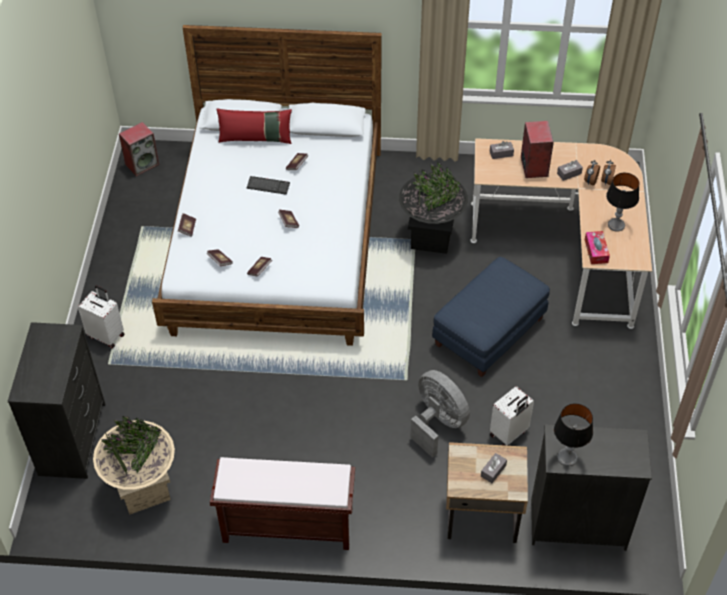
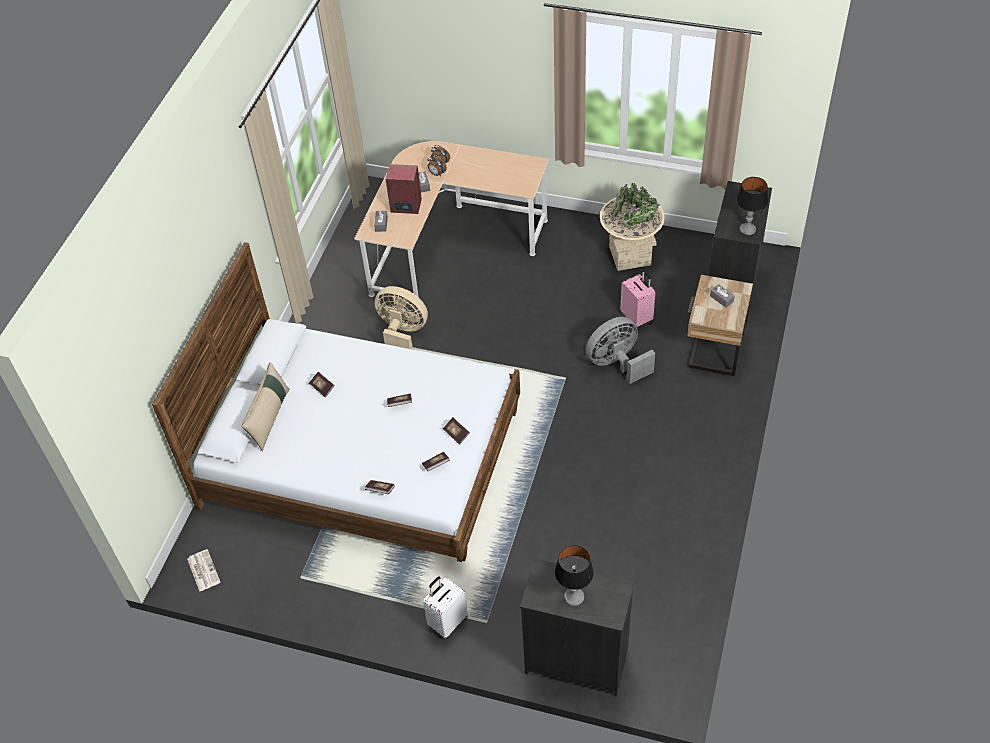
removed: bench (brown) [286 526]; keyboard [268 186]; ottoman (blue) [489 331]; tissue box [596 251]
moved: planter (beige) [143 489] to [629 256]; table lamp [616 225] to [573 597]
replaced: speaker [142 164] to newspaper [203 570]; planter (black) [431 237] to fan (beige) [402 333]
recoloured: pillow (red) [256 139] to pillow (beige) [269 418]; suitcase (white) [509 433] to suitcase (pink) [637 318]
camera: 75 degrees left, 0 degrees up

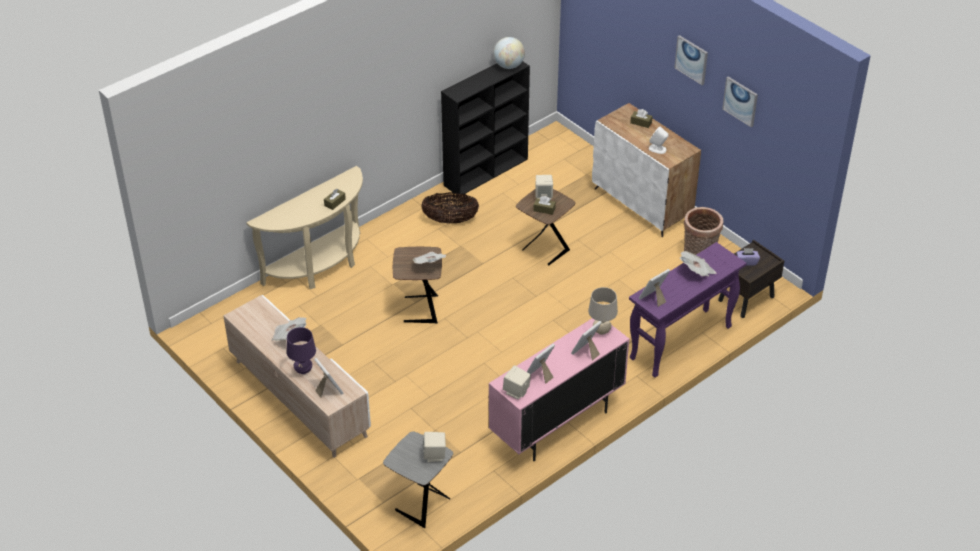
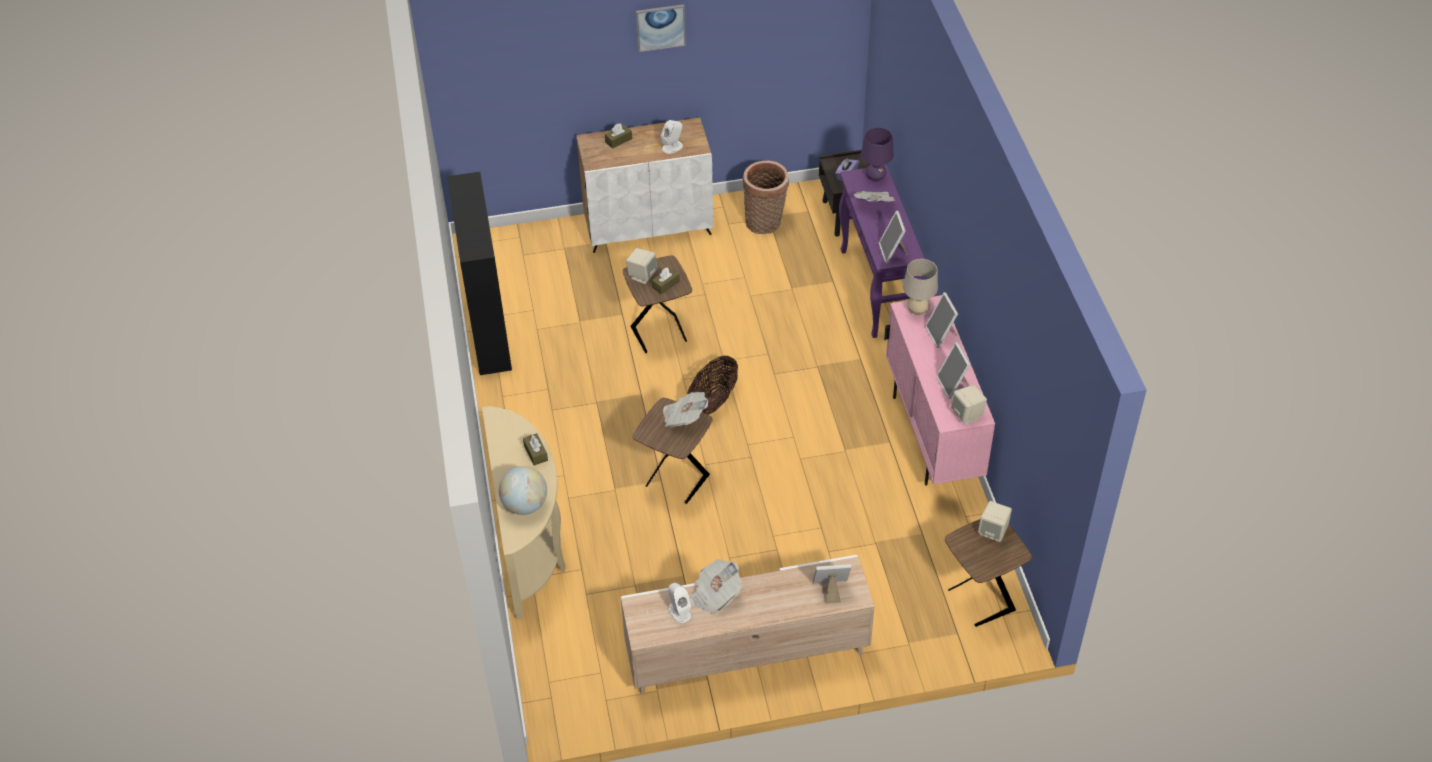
removed: picture [740 101]
added: speaker (white) [679 611]
moved: table lamp (purple) [303 370] to [875 178]; basket [450 220] to [713 402]; globe [508 66] to [525 505]
recoloured: side table (grey) [420 505] to side table (brown) [979 600]
camera: 60 degrees left, 5 degrees up

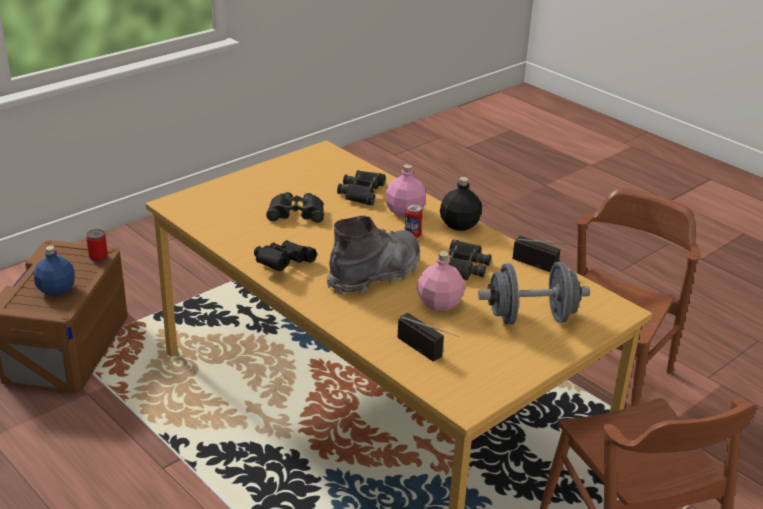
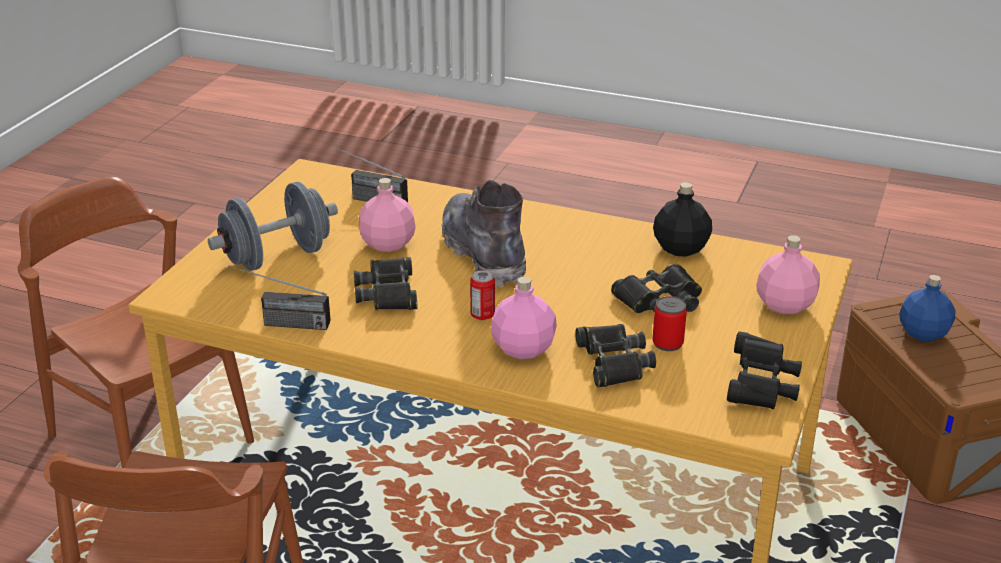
added: bottle (pink) [784 304]
moved: can [98 257] to [667 343]; binoculars (black) [282 265] to [761 387]; bottle (black) [460 225] to [680 248]
turned: boot (grey) [375 274] = [484 254] 135 degrees clockwise
camera: 155 degrees right, 0 degrees up

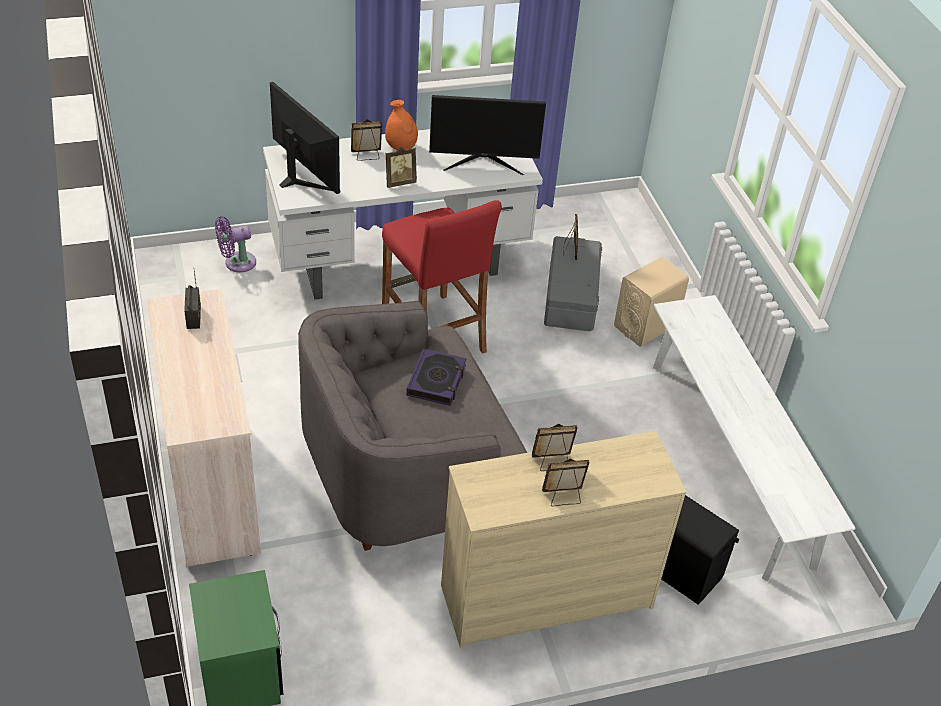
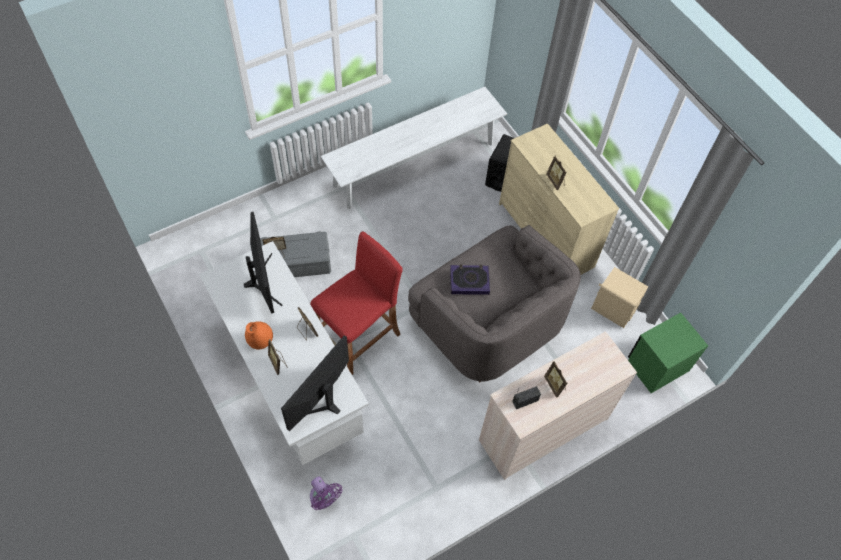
moved: picture frame [563 497] to [555 385]; speaker (beige) [645 326] to [613 309]
camera: 105 degrees left, 15 degrees up

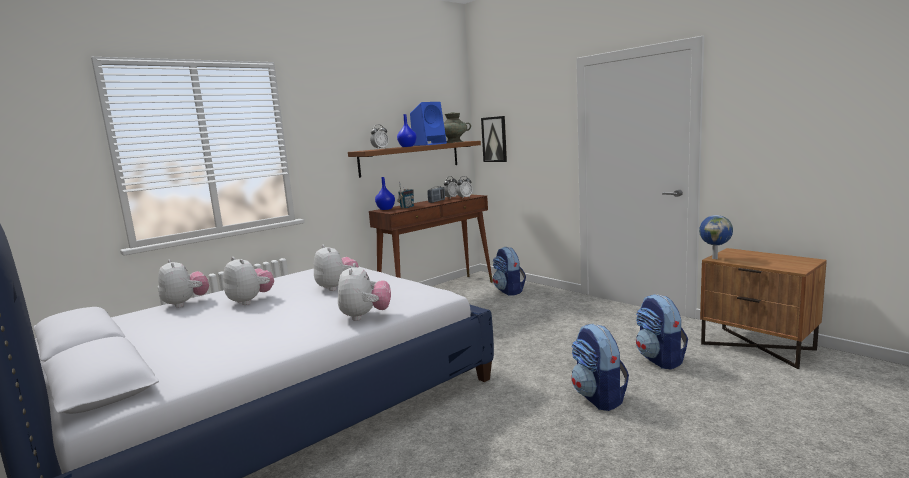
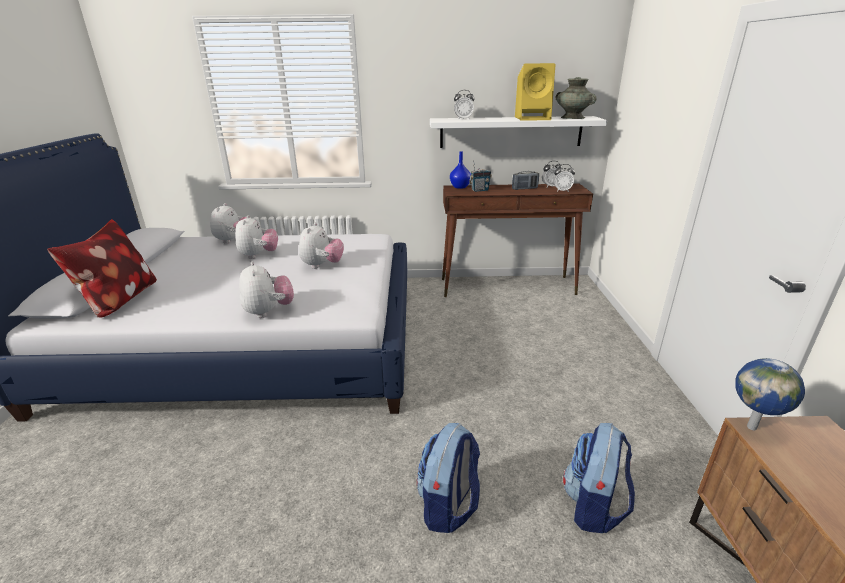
removed: vase (blue) [407 146]; picture [494 139]; backpack [509 291]
added: pillow [119 301]
recoloured: shelf (brown) [410 158] to shelf (white) [511 132]; speaker (blue) [430 144] to speaker (yellow) [533 118]
turned: plush toy [365 316] = [269 312] 60 degrees counterclockwise
camera: 40 degrees right, 15 degrees up

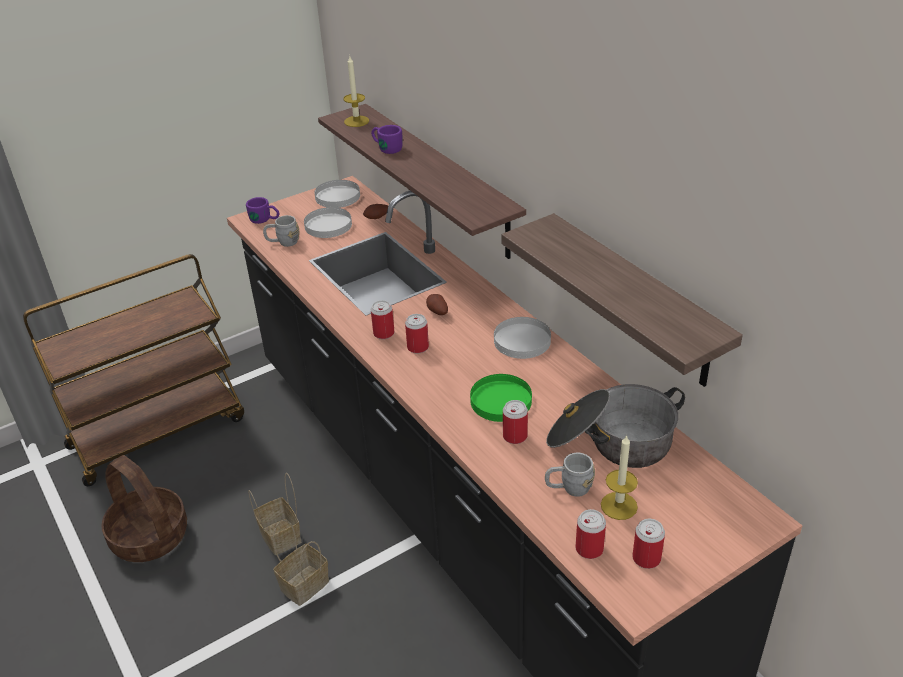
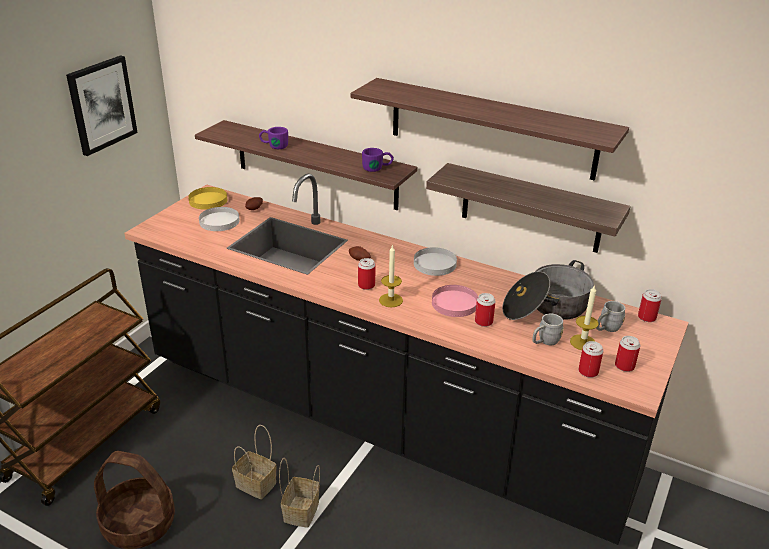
added: picture [101 104]; shelf [491 128]
moved: mug (purple) [265 220] to [377 168]; mug (grey) [283 242] to [606 328]; candle [356 121] to [391 300]; can [384 333] to [646 317]
recoloured: plate (white) [337 196] to plate (yellow) [208 200]; plate (green) [500 400] to plate (pink) [454 303]
camera: 30 degrees left, 5 degrees down

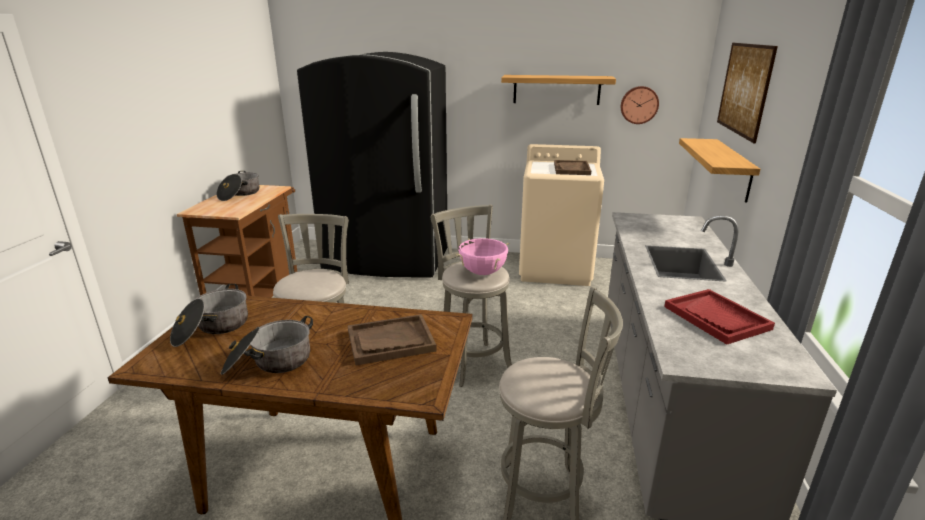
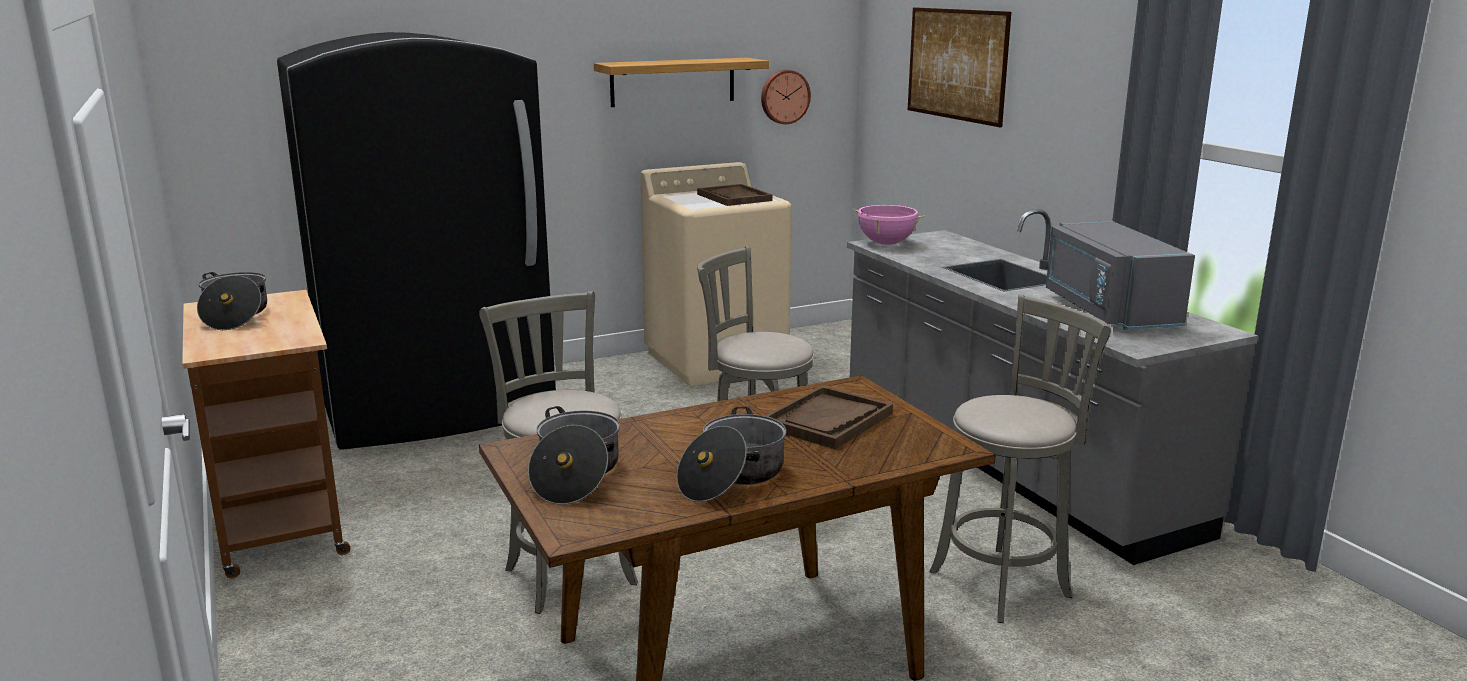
removed: shelf [732 169]
moved: cooking pot (pink) [482 272] to [886 244]
replaced: tray (red) [716 318] to microwave (grey) [1107 311]
camera: 35 degrees left, 5 degrees down

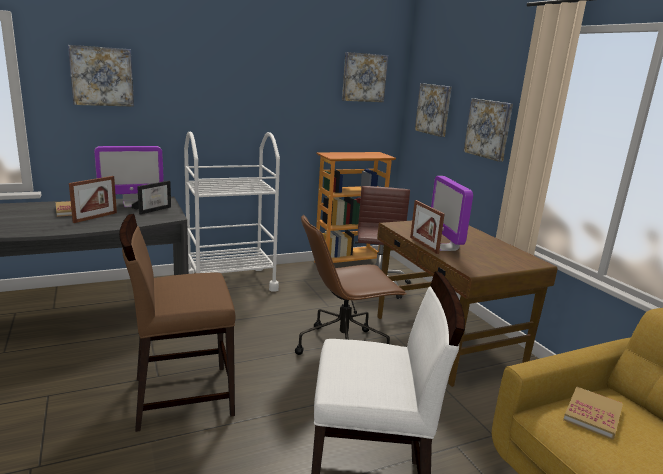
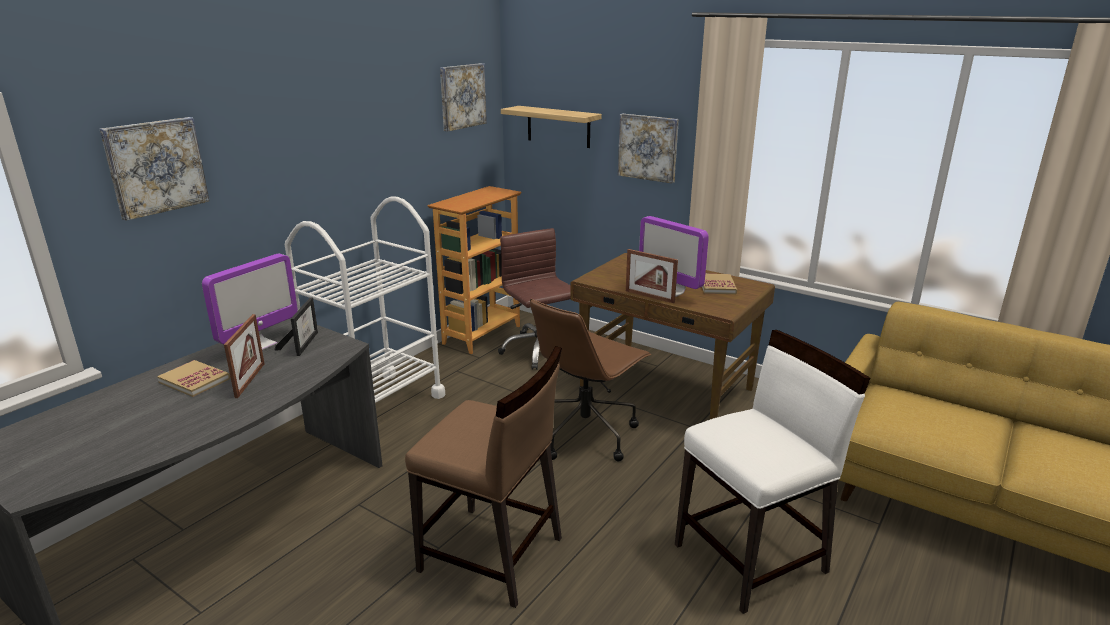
moved: book [592 414] to [717 286]
replaced: picture [433 109] to shelf [558 126]
turned: chair (brown) [182 396] = [492 555] 105 degrees counterclockwise
camera: 30 degrees left, 5 degrees up

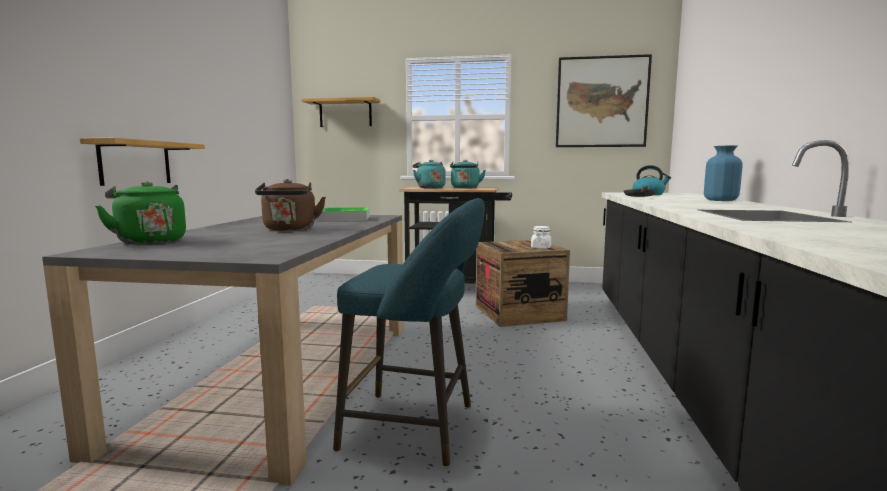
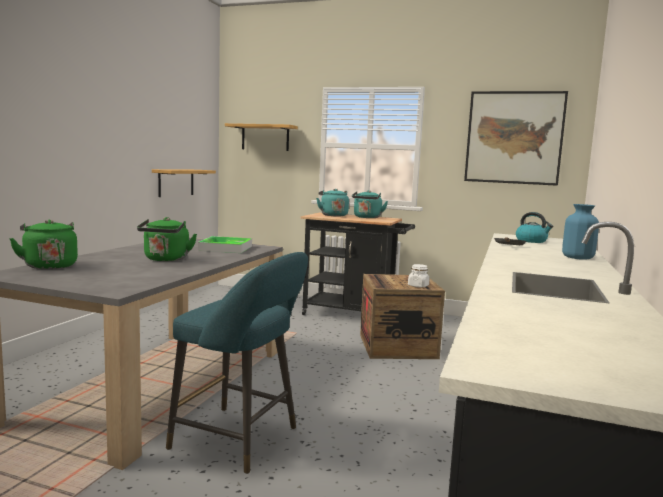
moved: shelf [135 163] to [176 182]
recoloured: kettle (brown) [289 229] to kettle (green) [166 259]
camera: 10 degrees right, 0 degrees up

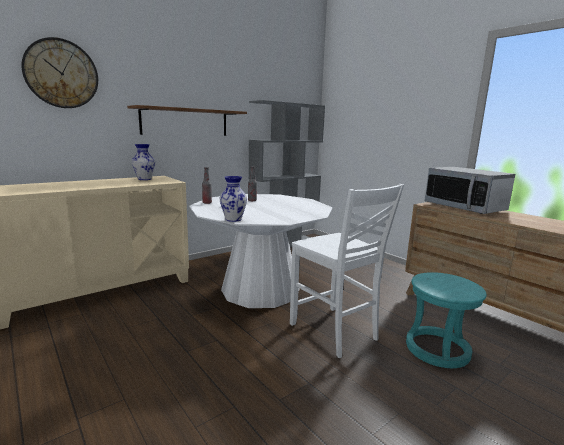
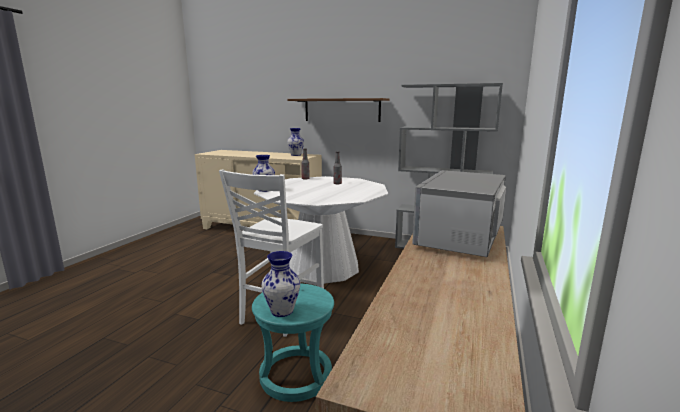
removed: wall clock [61 74]
added: vase [281 311]
camera: 60 degrees right, 0 degrees up

